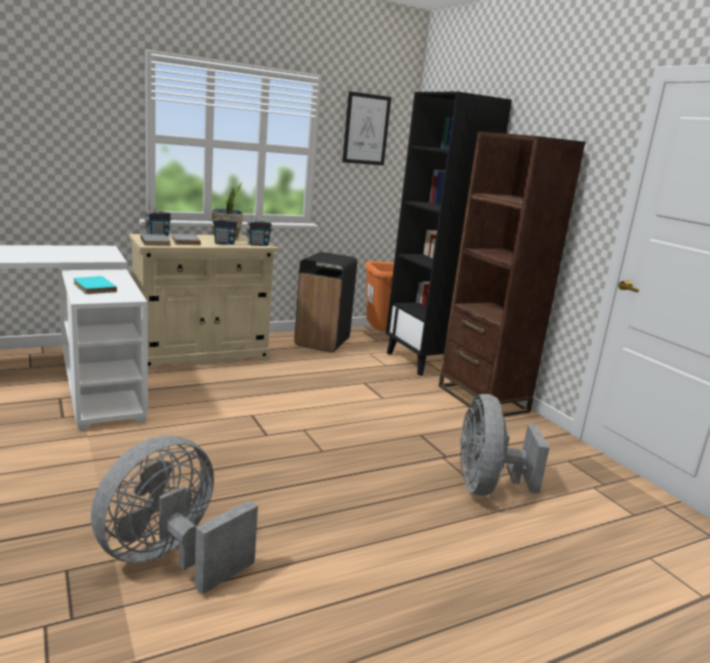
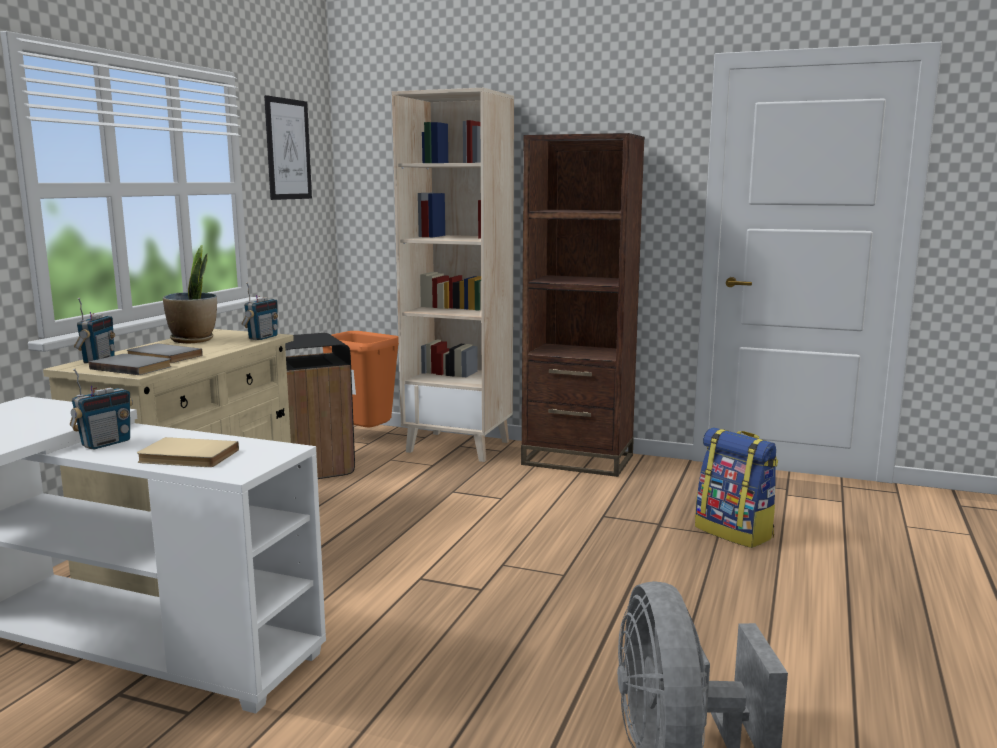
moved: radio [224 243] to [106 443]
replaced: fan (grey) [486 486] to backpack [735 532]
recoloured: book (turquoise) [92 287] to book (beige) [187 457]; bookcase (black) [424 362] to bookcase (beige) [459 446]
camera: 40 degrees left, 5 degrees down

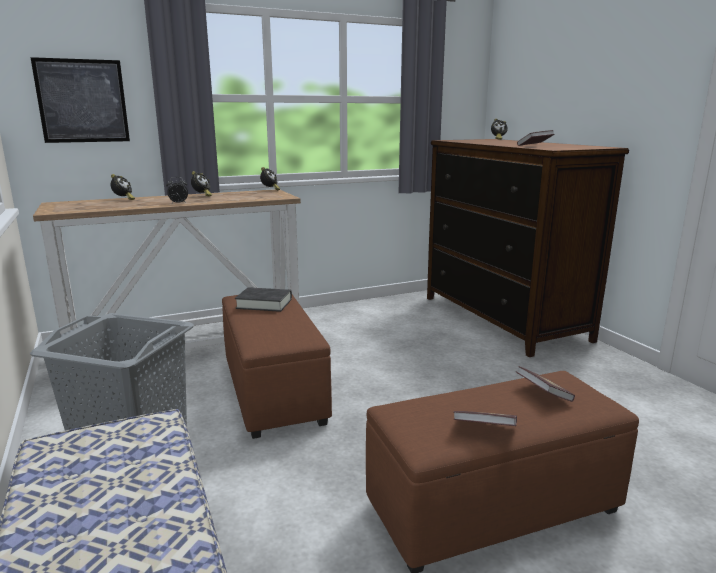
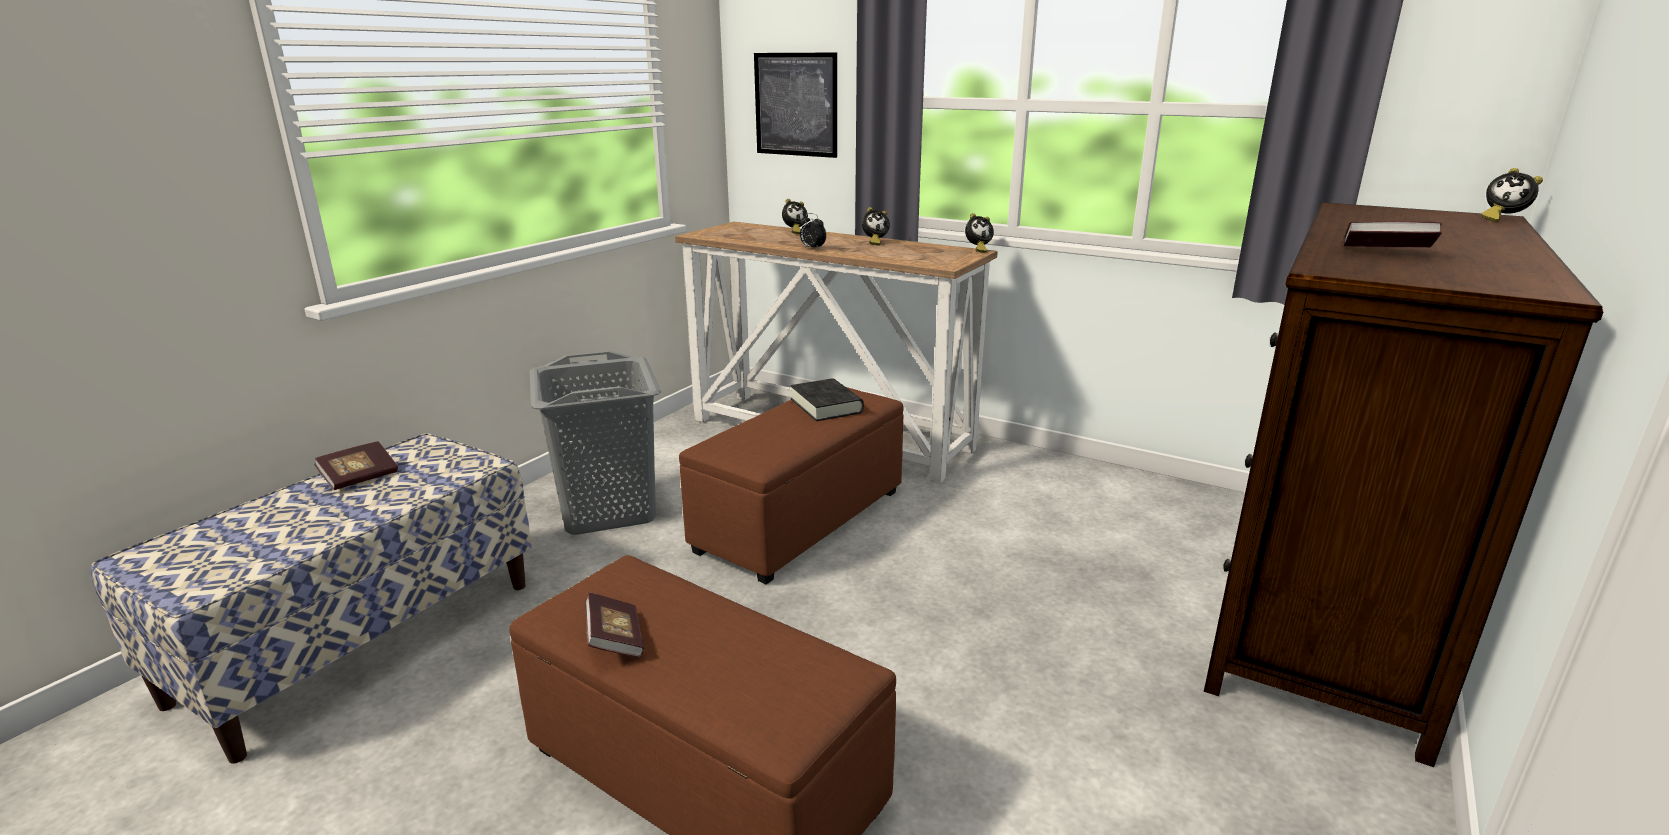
moved: book [543 394] to [359 478]
camera: 55 degrees right, 5 degrees up

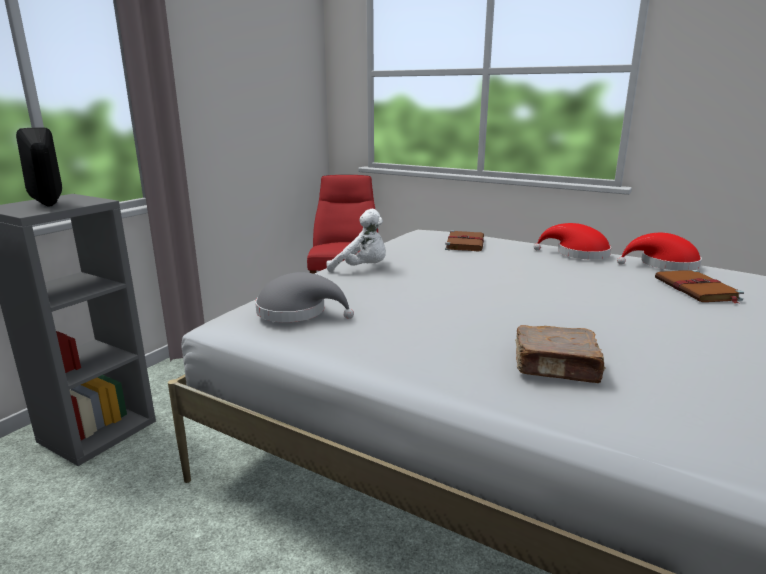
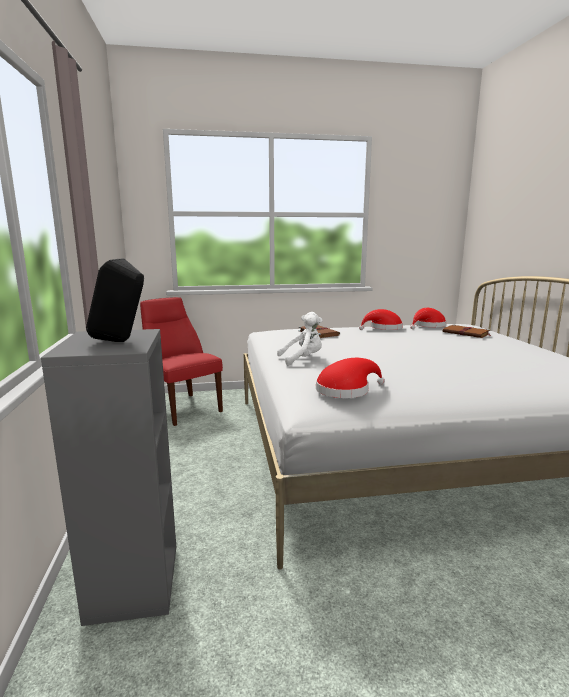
removed: book (brown) [557 368]
recoloured: hat (grey) [297 312] to hat (red) [346 390]
camera: 40 degrees left, 5 degrees down

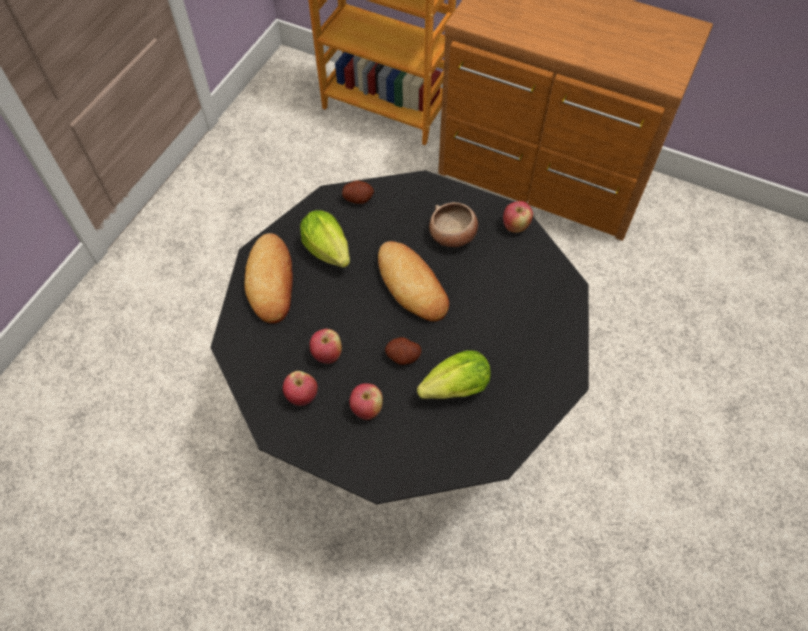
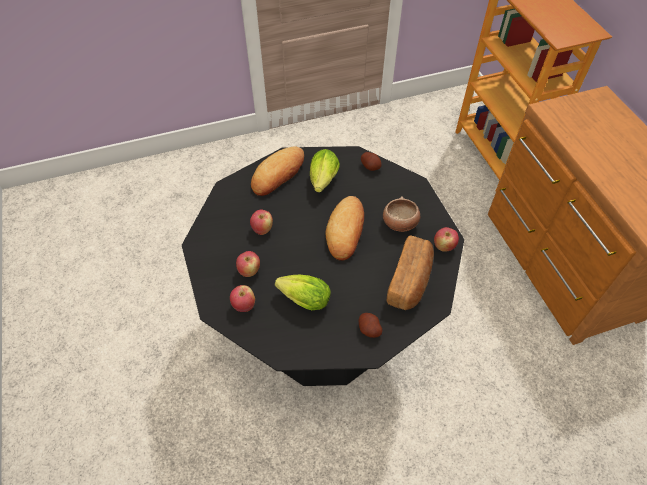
added: bread [410 281]
moved: apple [302 396] to [244 305]; potato [403 356] to [369 329]
camera: 45 degrees right, 5 degrees down

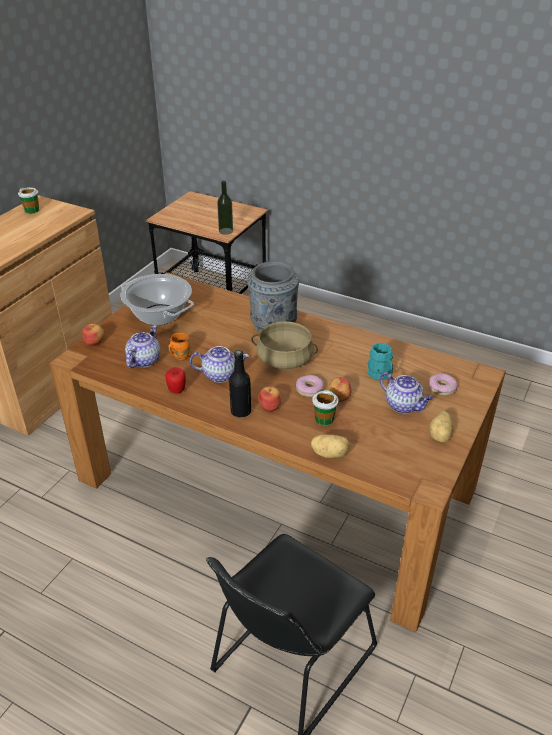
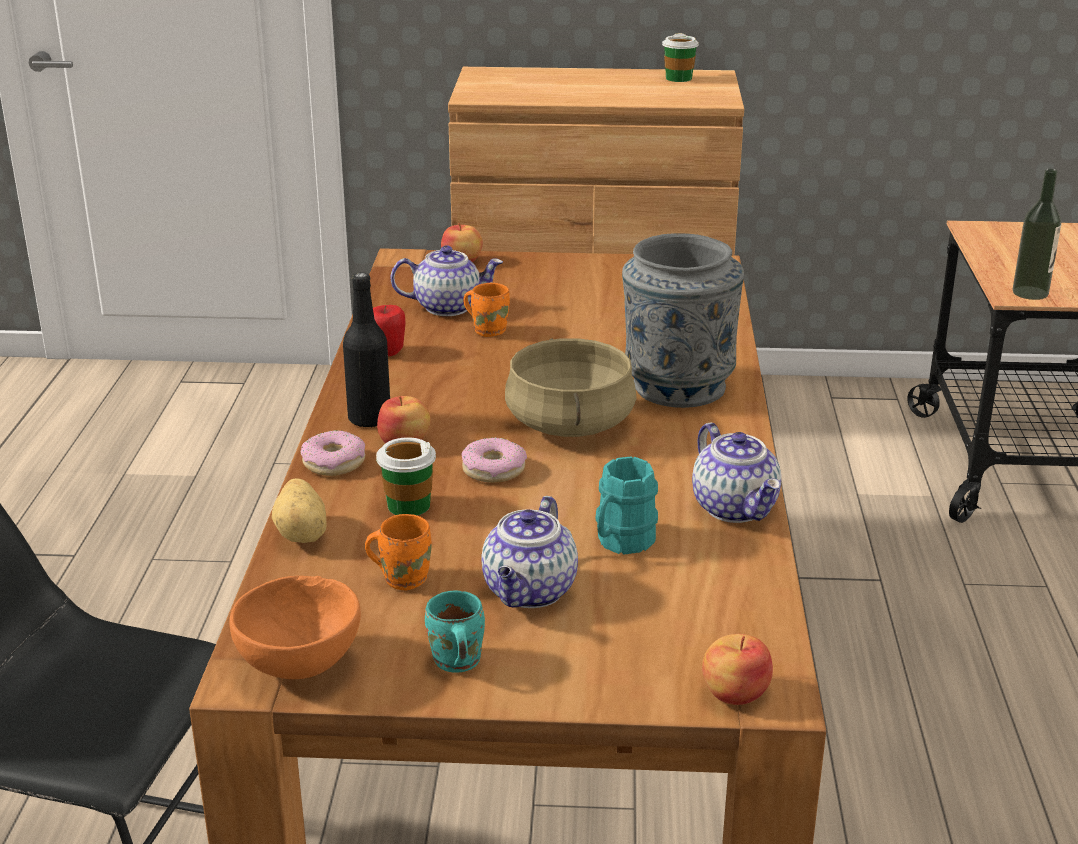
removed: cooking pot [158 315]
added: bowl (orange) [302 664]; mug (orange) [403 577]
moved: teapot [220 375] to [736 508]; apple [338 397] to [735 693]; donut [442 388] to [334 463]
replaced: potato [440 435] to mug (turquoise) [454 663]
camera: 65 degrees right, 10 degrees down

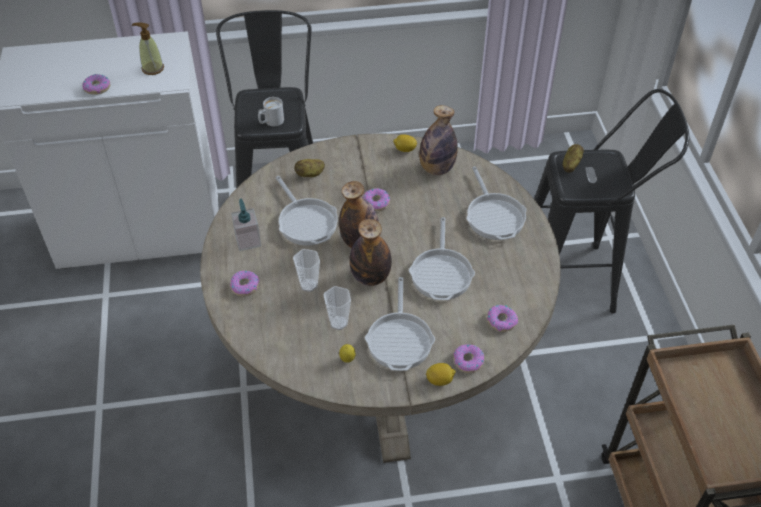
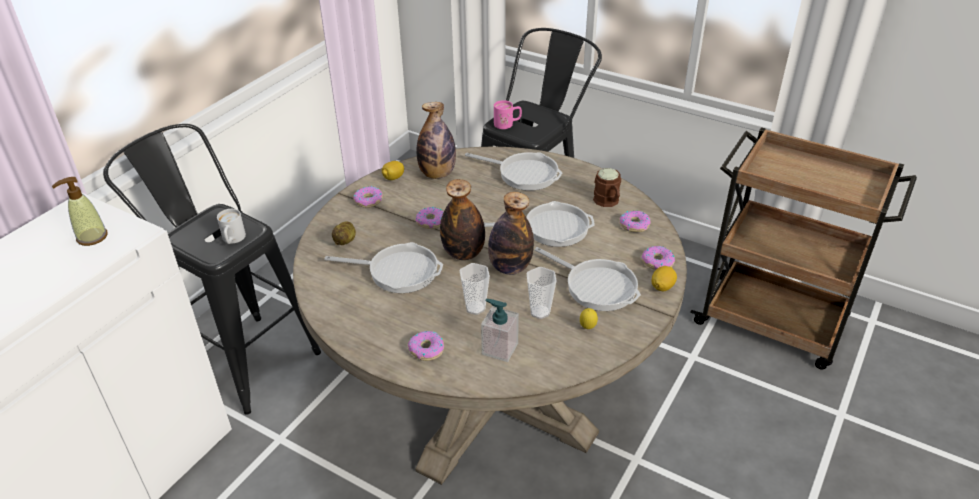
added: mug (brown) [608 202]
moved: donut [97 88] to [368 201]; soap dispenser [248 240] to [499 349]
replaced: potato [570 164] to mug (pink) [507 124]
turned: frying pan [441 273] = [551 228] 45 degrees counterclockwise
camera: 50 degrees left, 10 degrees down

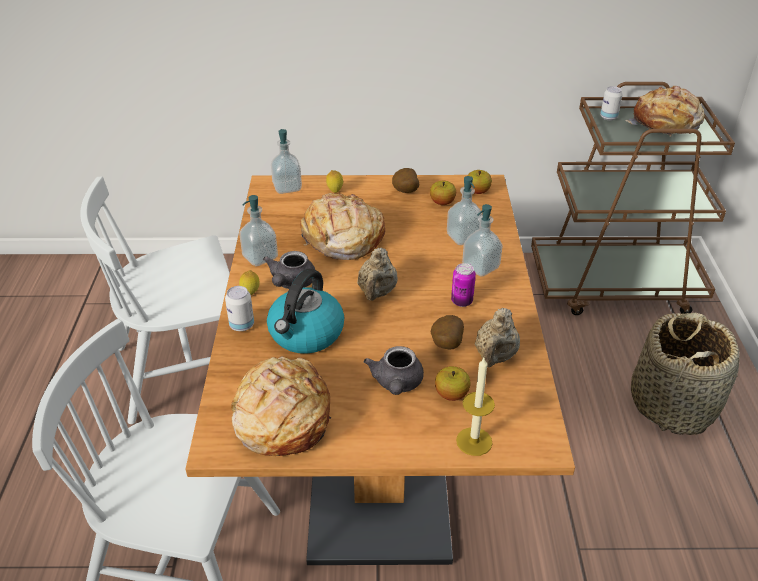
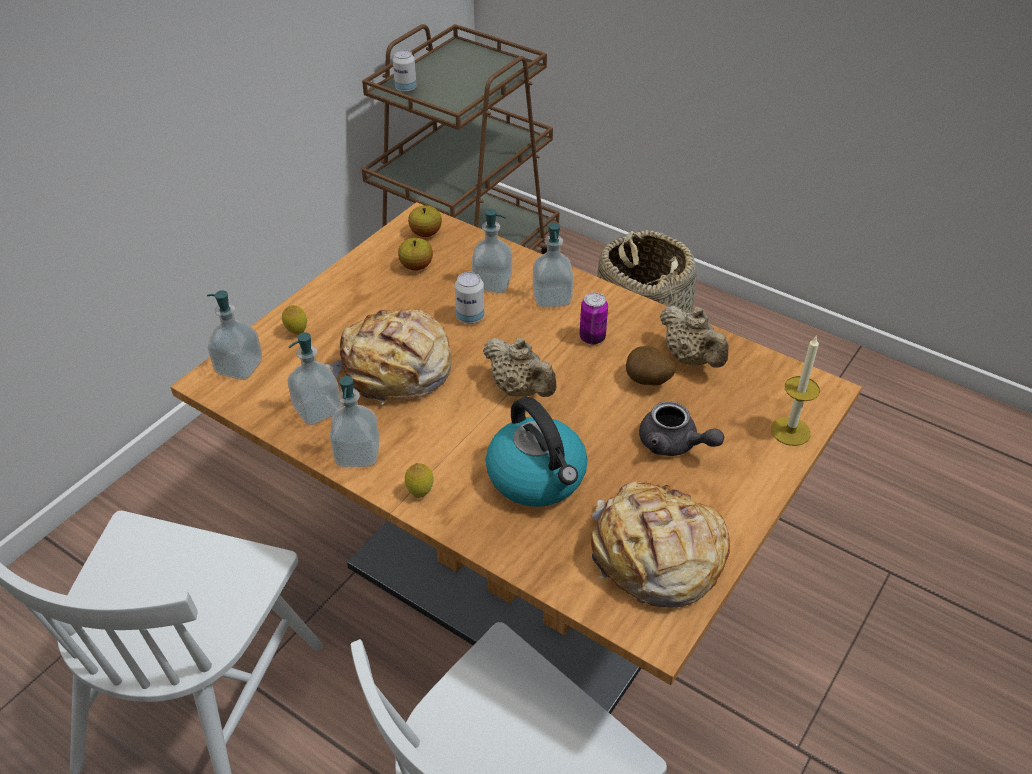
removed: teapot (grey) [291 283]; potato [405 193]; apple [451 394]; bread [665 124]
added: soap dispenser [317 410]
moved: can [242 325] to [470 317]
camera: 55 degrees left, 5 degrees up

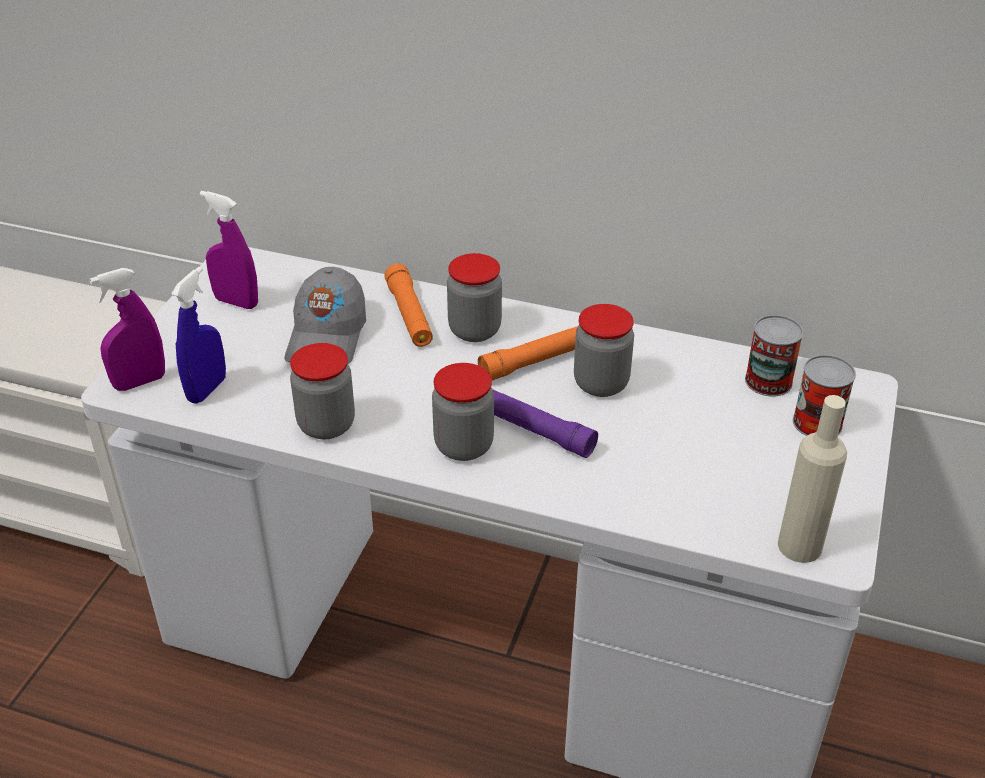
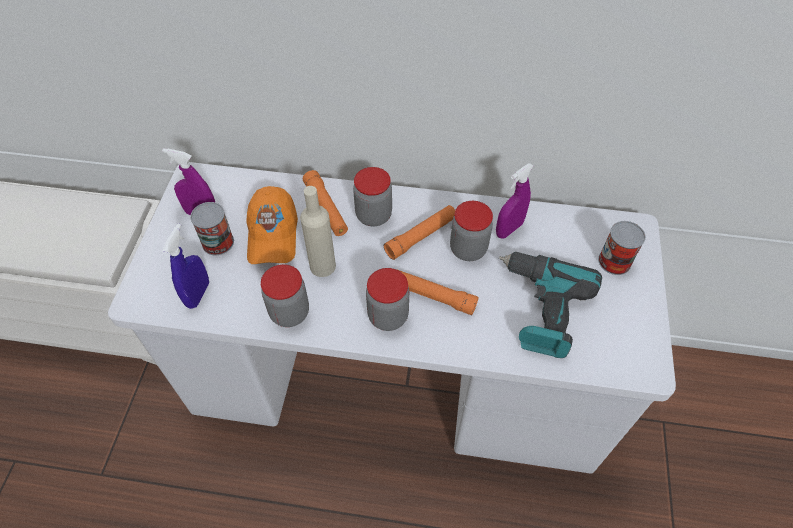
added: power drill [540 309]
moved: spray bottle (purple) [140 382] to [509 229]; can [768 381] to [218 242]; bottle (beige) [799 546] to [322 266]
recoloured: cap (grey) [327 336] to cap (orange) [273 235]; flashlight (purple) [534 431] to flashlight (orange) [433 296]
camera: 10 degrees left, 15 degrees up

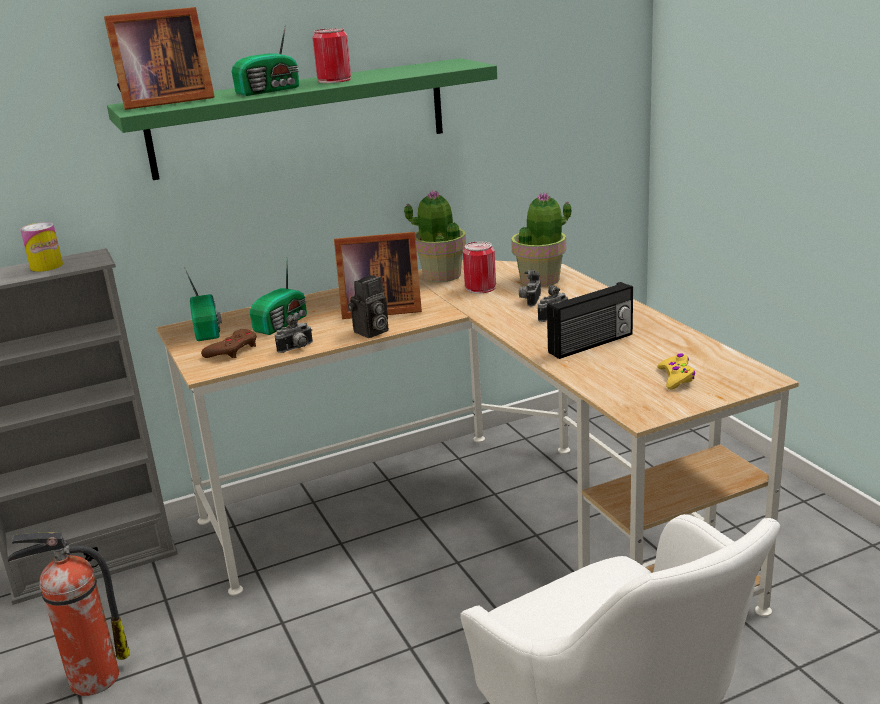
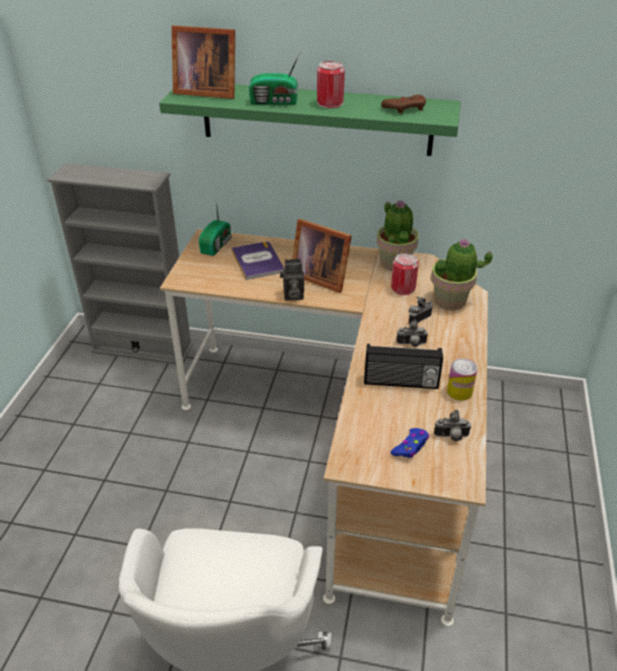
removed: fire extinguisher [91 679]
moved: can [46 266] to [459 391]; game controller (brown) [233 350] to [405 108]; photo camera [297 348] to [451 437]
replaced: radio [283 323] to book [257 261]
recoloured: game controller (yellow) [676 378] to game controller (blue) [410 447]
camera: 35 degrees right, 15 degrees up

